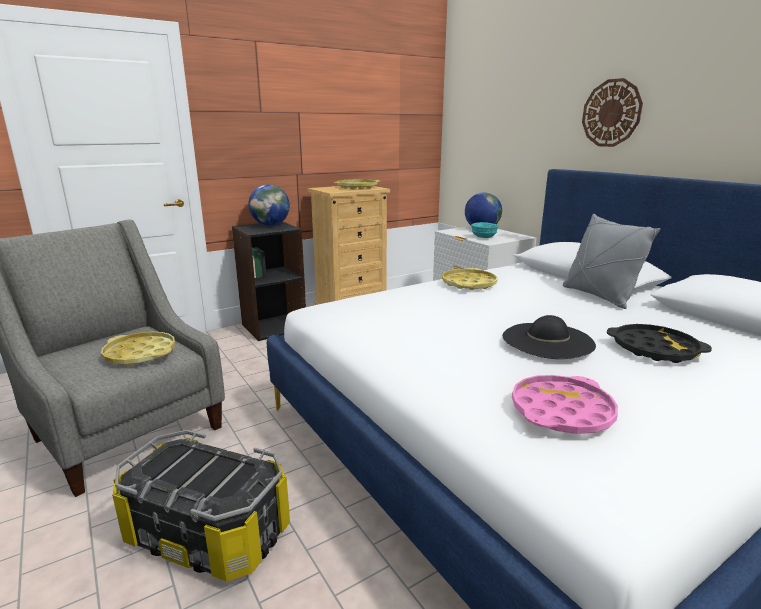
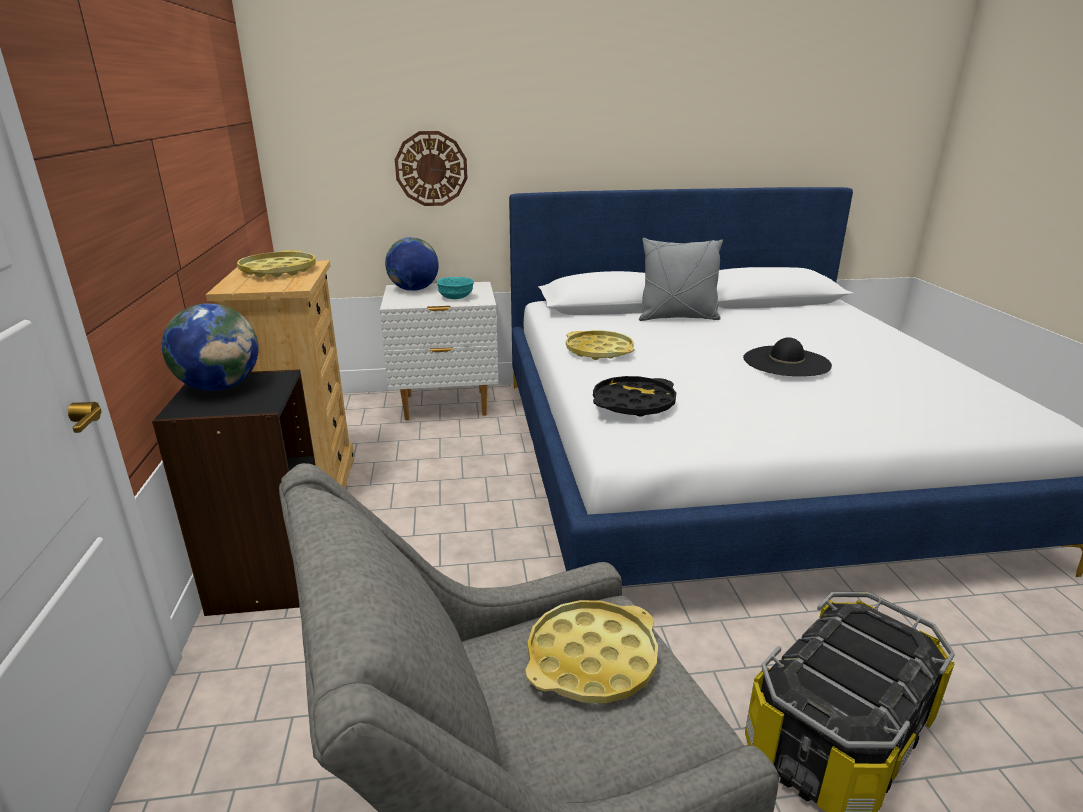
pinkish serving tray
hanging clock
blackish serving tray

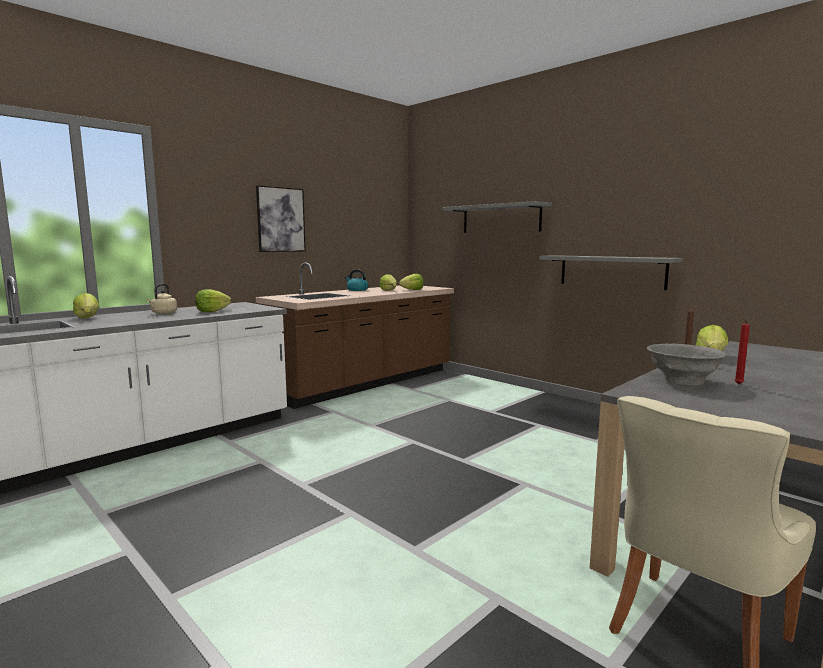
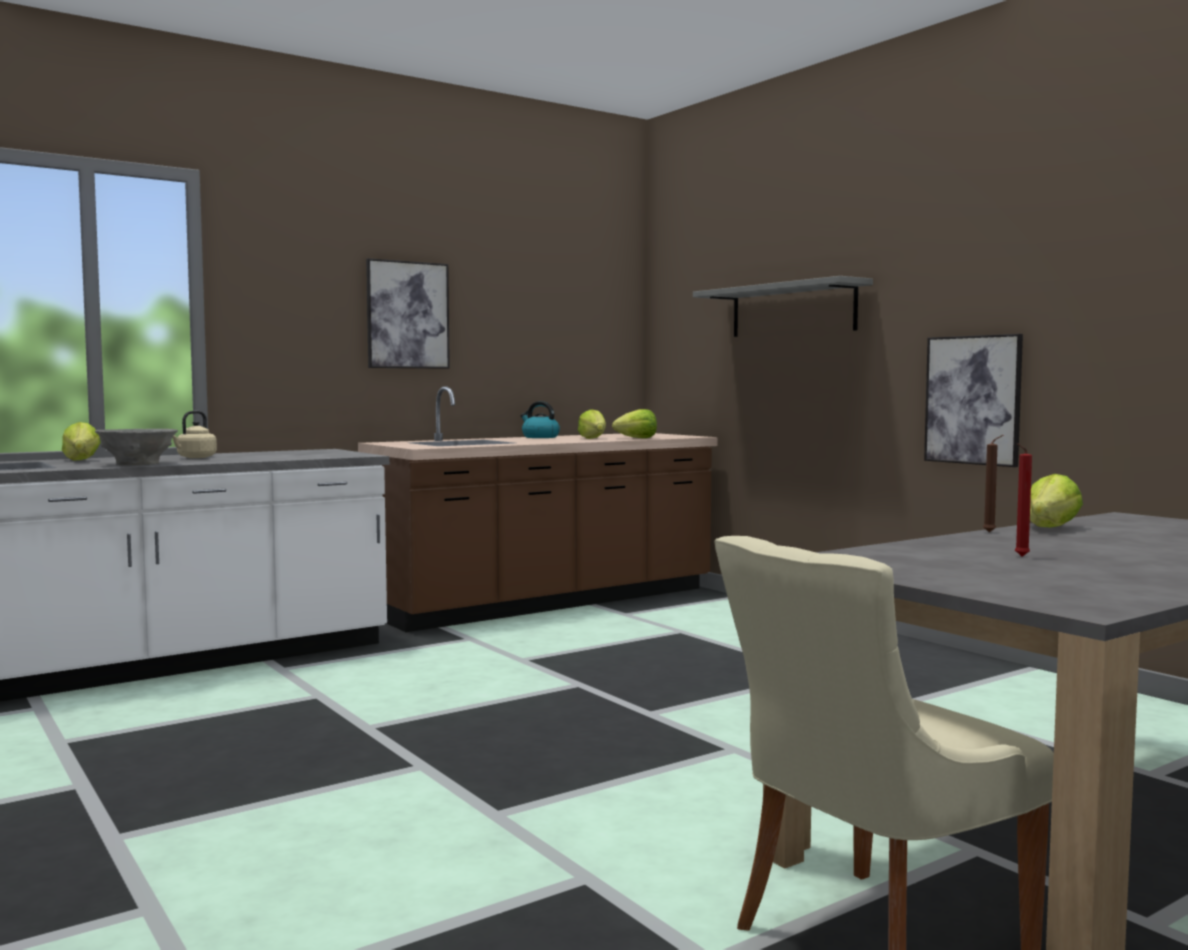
lettuce head (2nd from left in the first image)
picture (2nd from left)
gray bowl

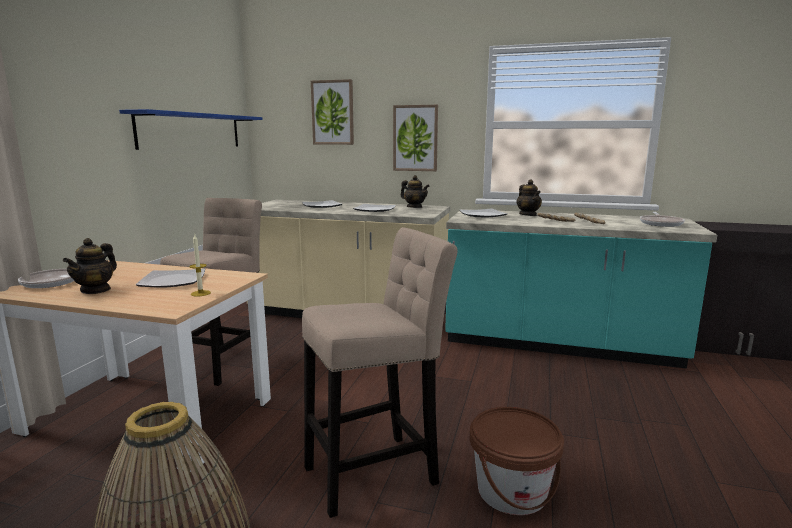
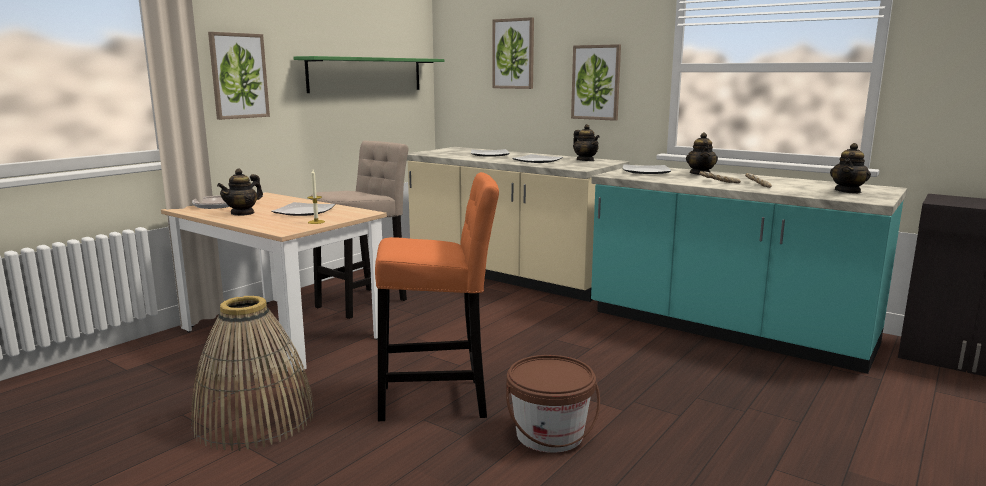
green bracket shelf
orangey stool seat
pot for tea (4th from left)
picture (1st from left)

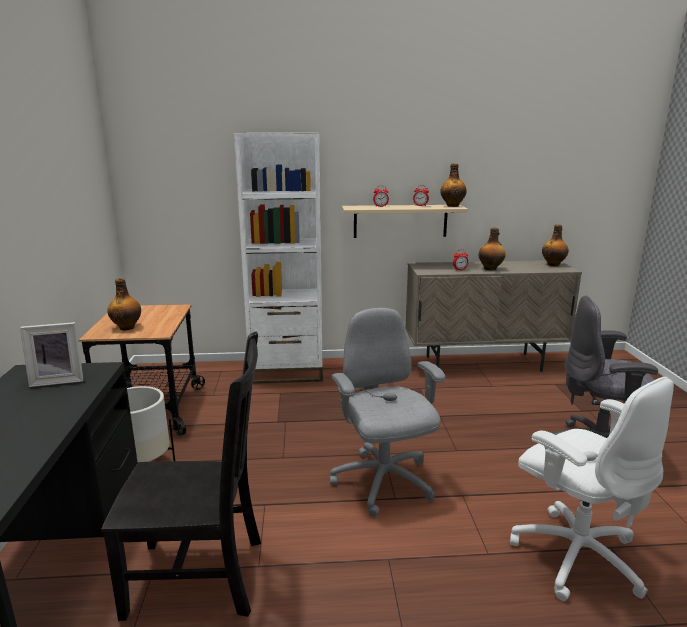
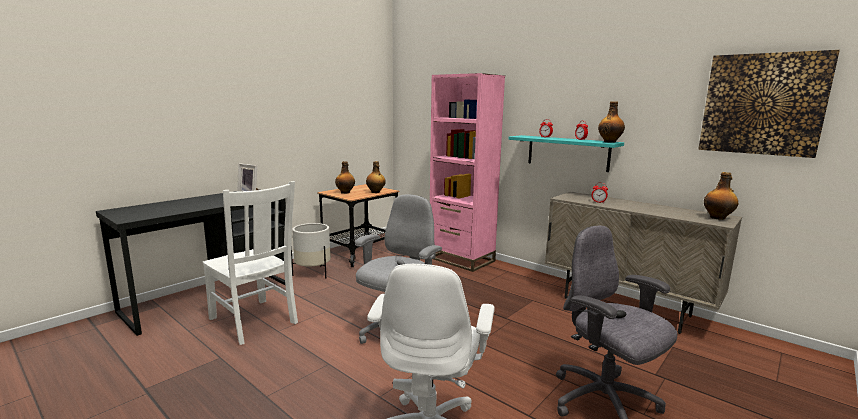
white-coloured upright chair
pinkish bookcase
turquoise-coloured bracket shelf
bottle (2nd from left)
picture

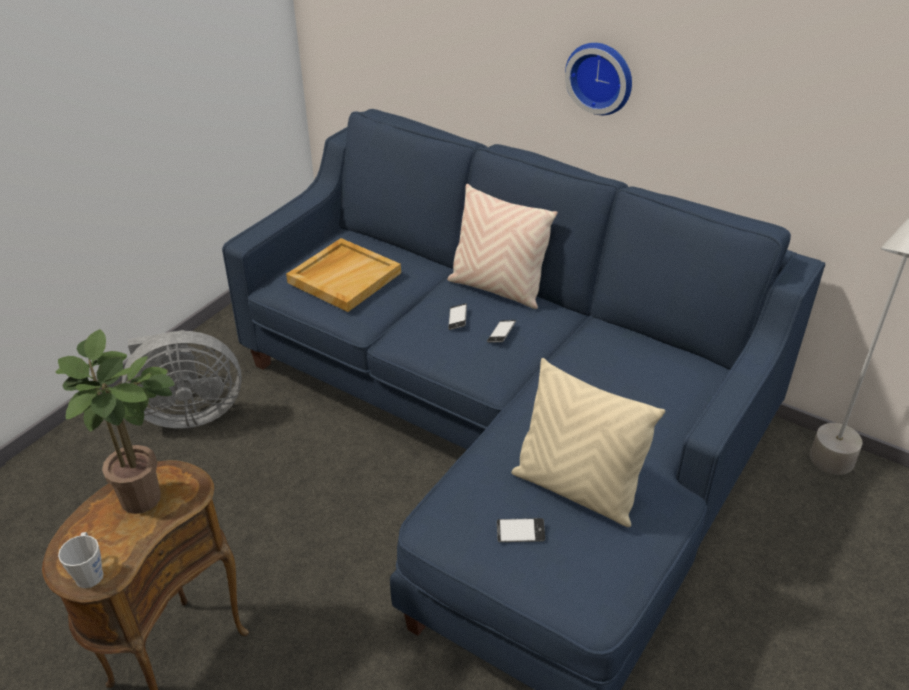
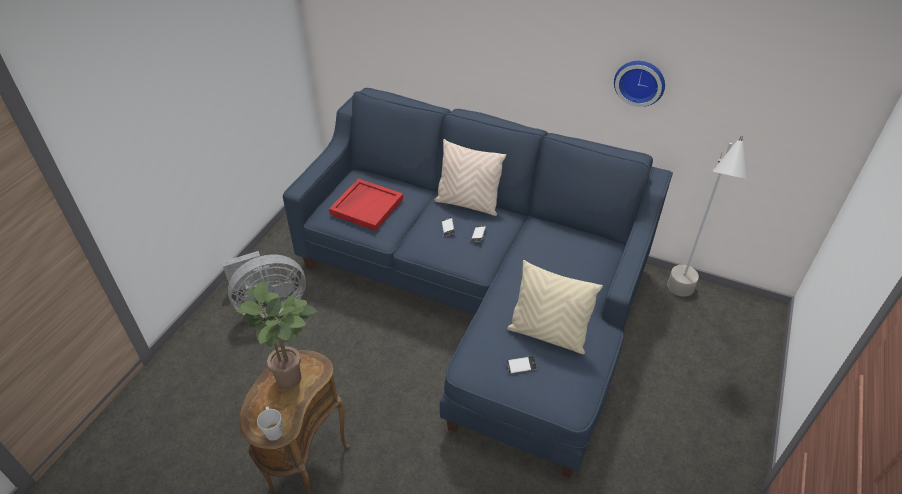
red-coloured serving tray
hanging clock

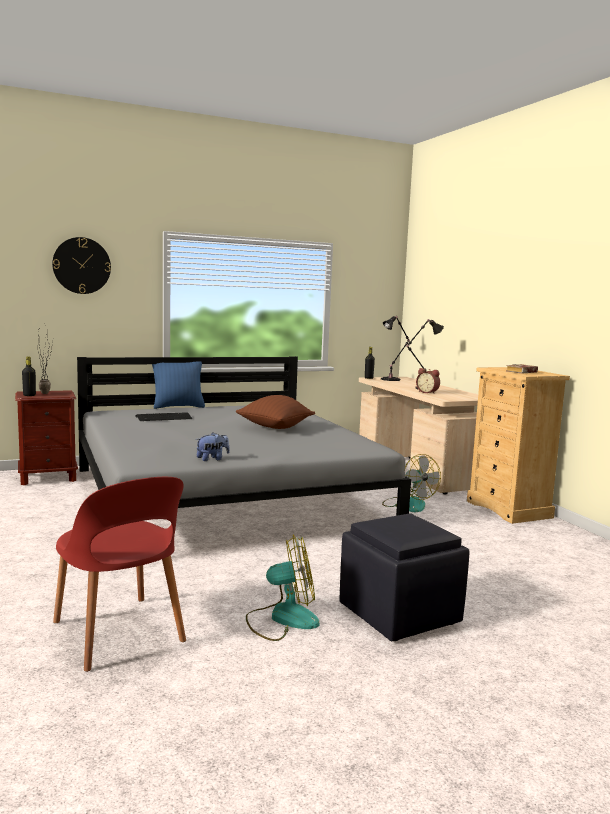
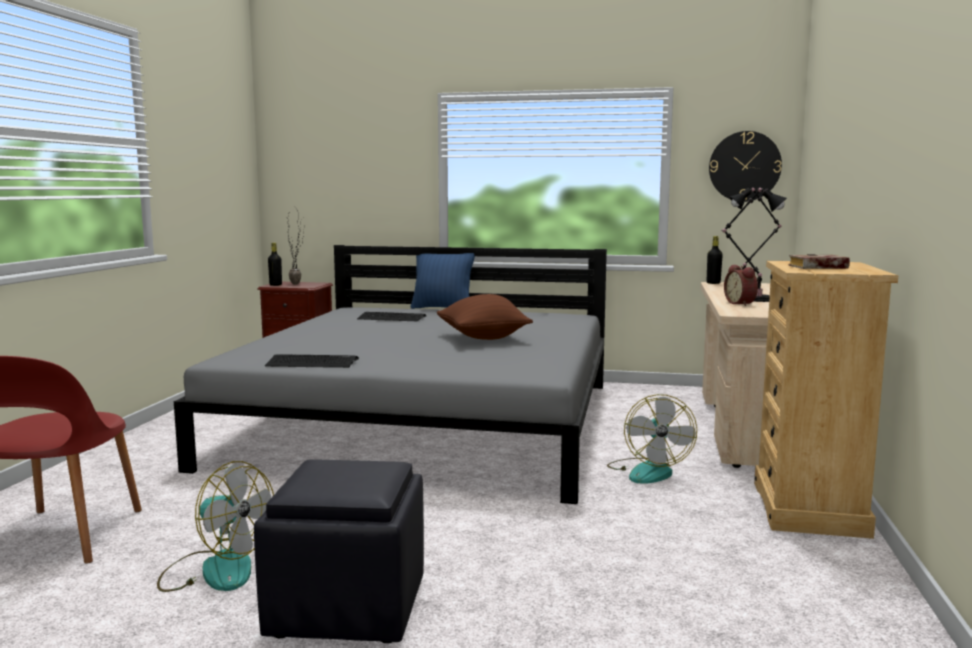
hanging clock
keyboard (1st from left)

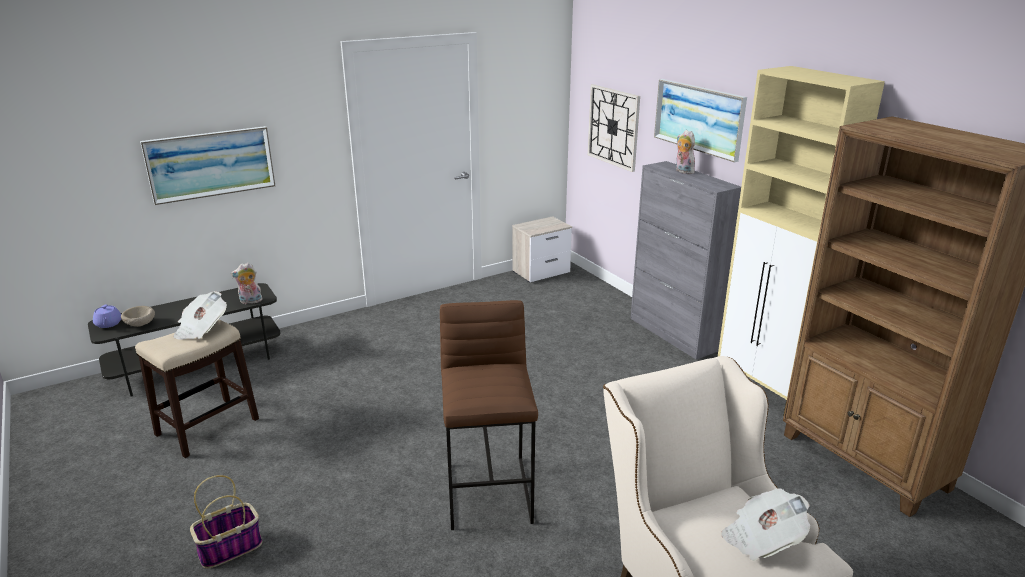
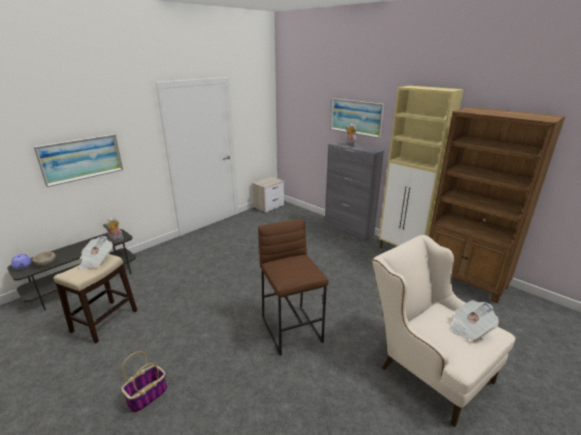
hanging clock

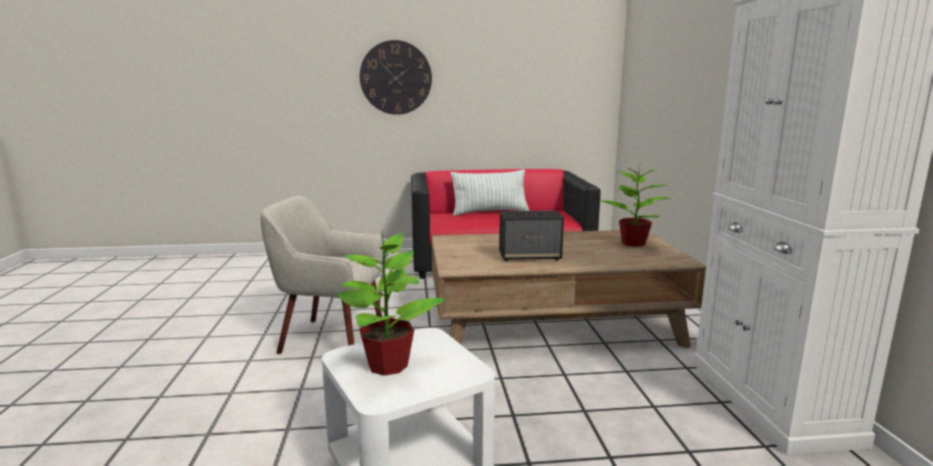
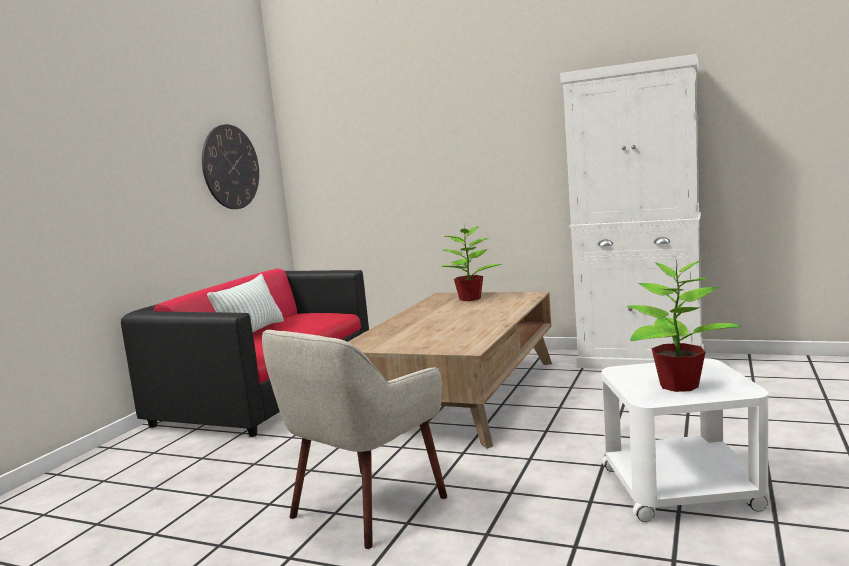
hanging clock
speaker

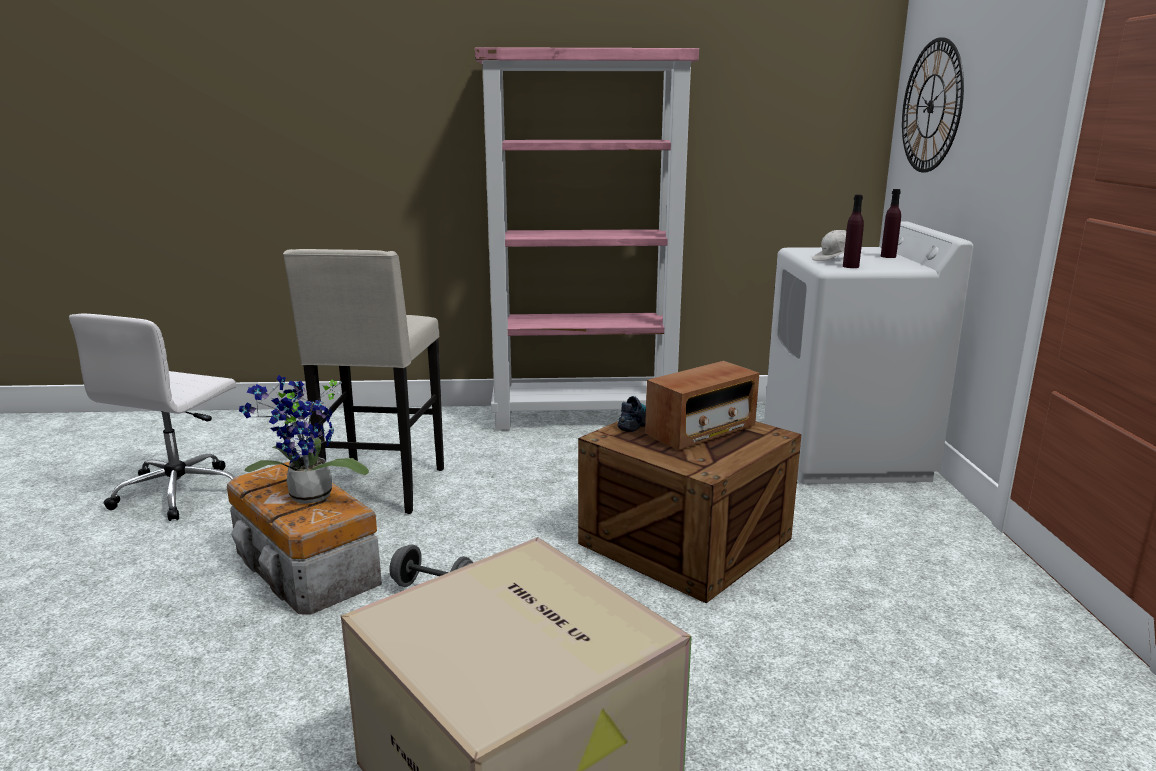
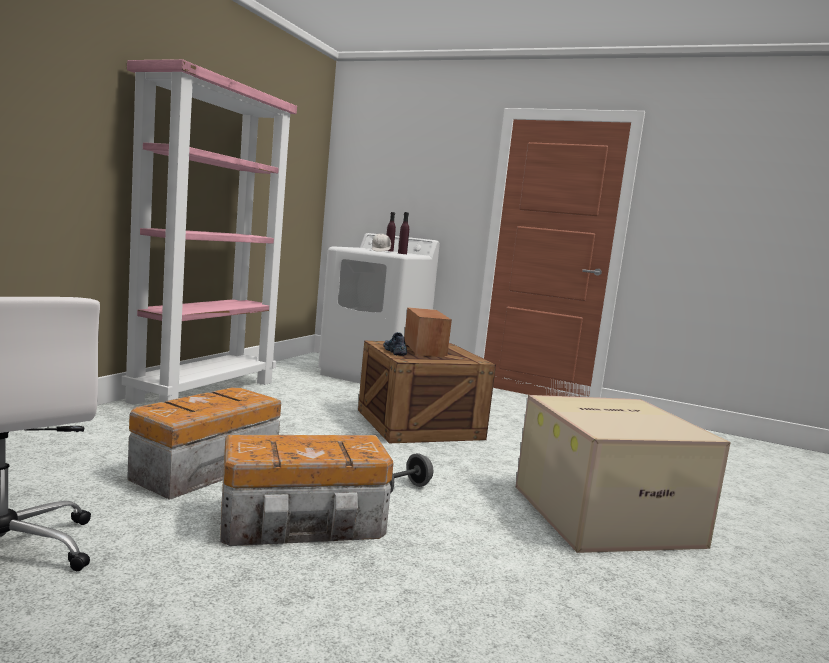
potted plant
storage bin (1st from left)
hanging clock

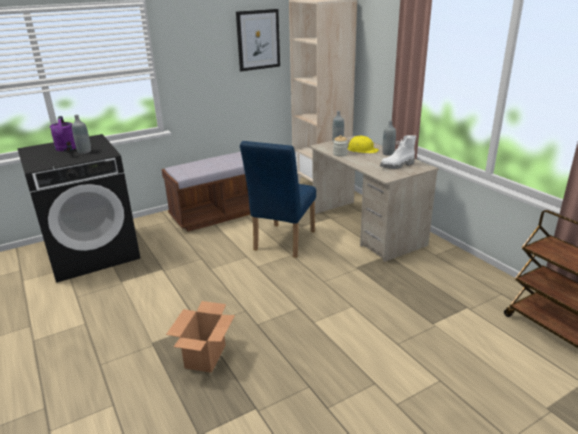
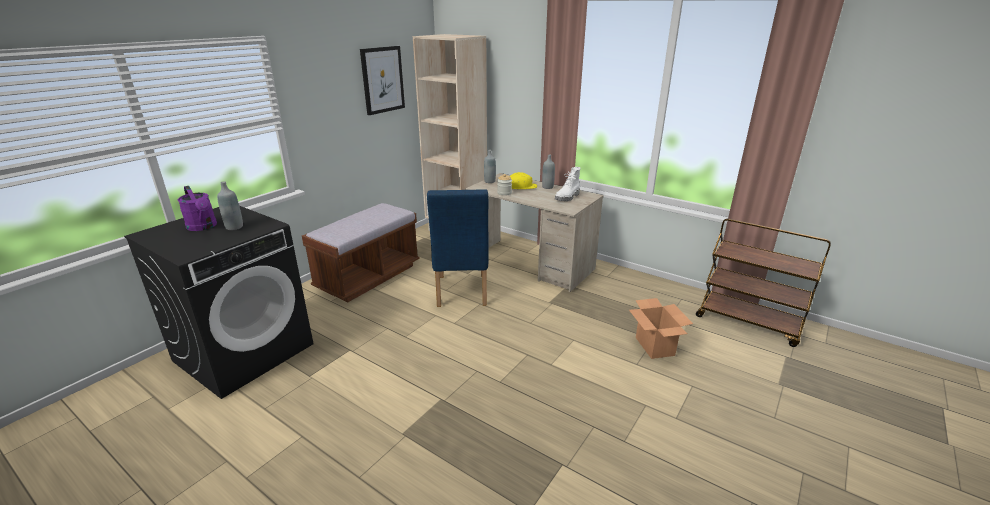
packing box

